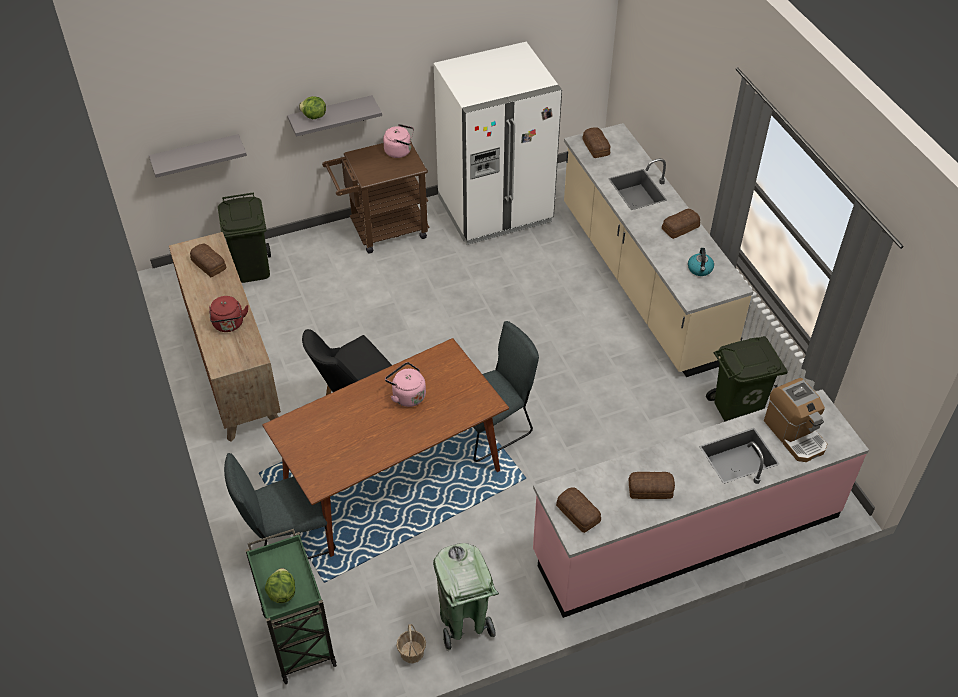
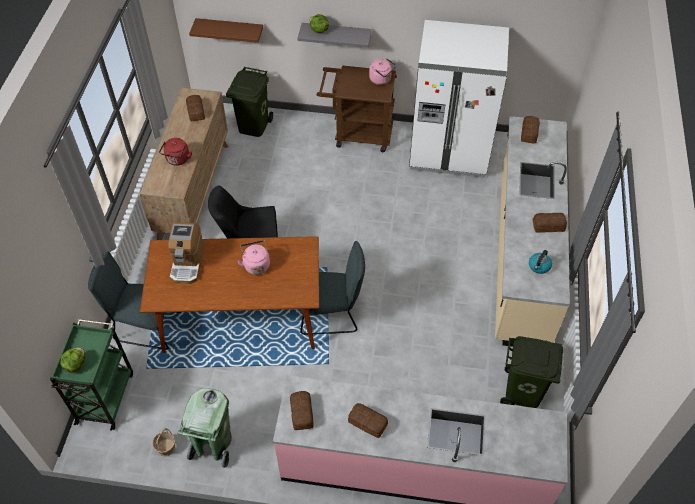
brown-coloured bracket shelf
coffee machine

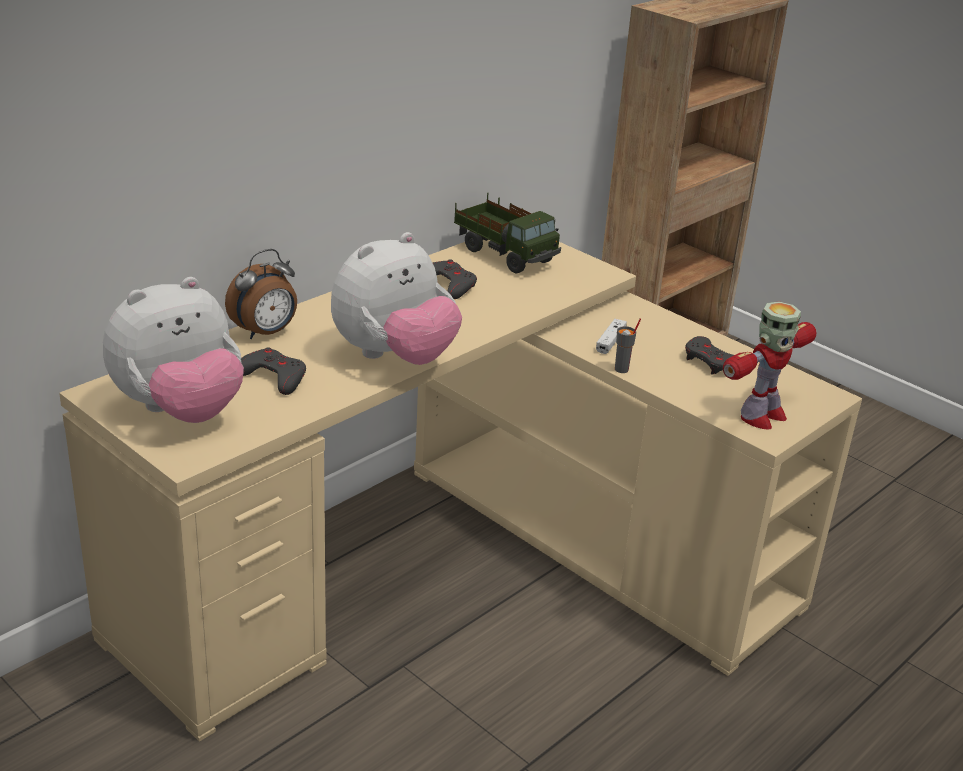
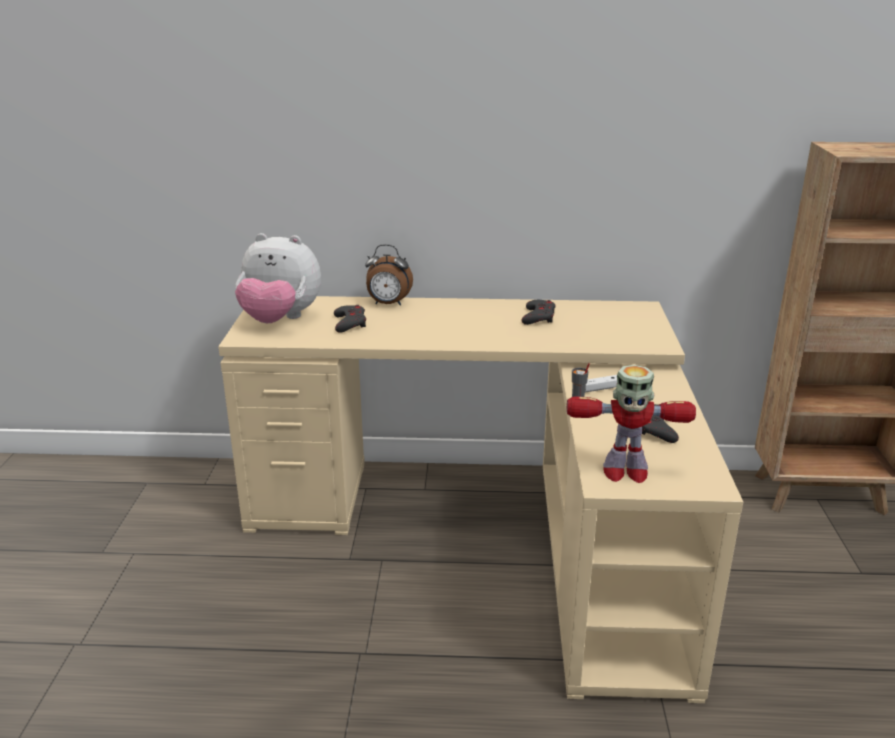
cuddly toy (2nd from left in the first image)
toy truck

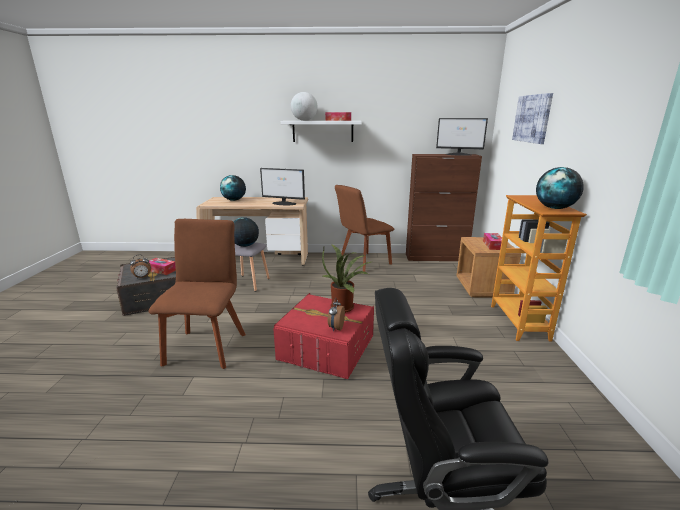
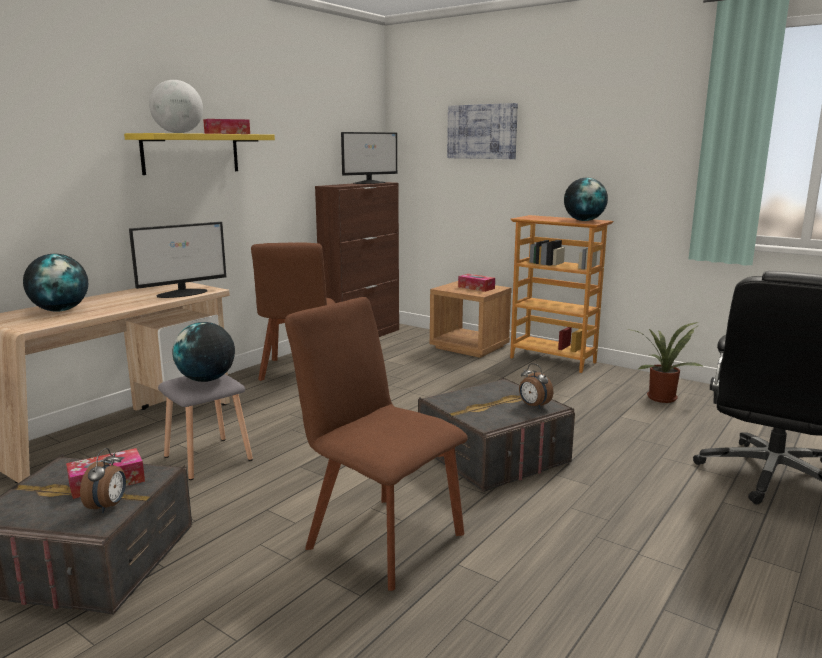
gray storage bin (2nd from left)
yellow-coloured bracket shelf
potted plant

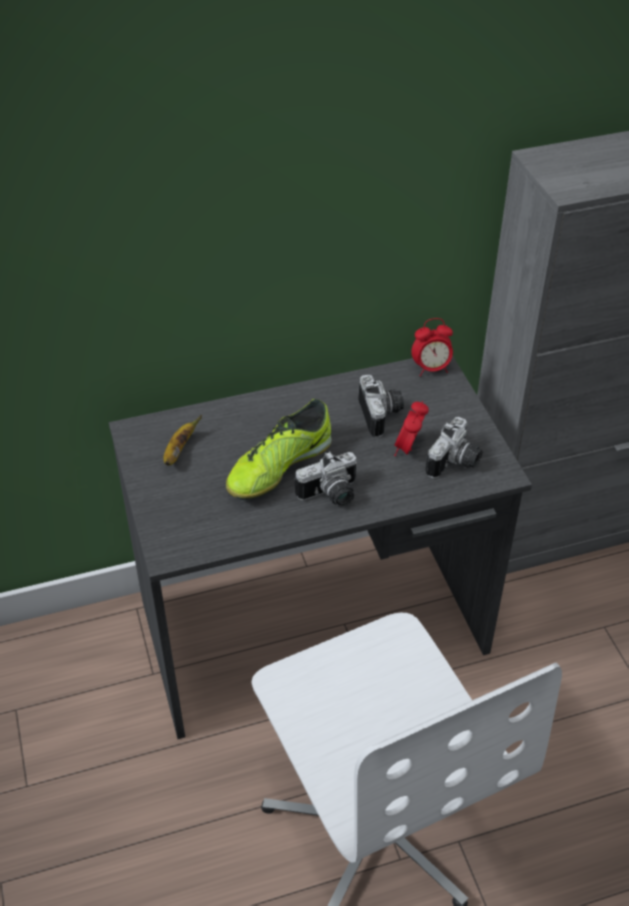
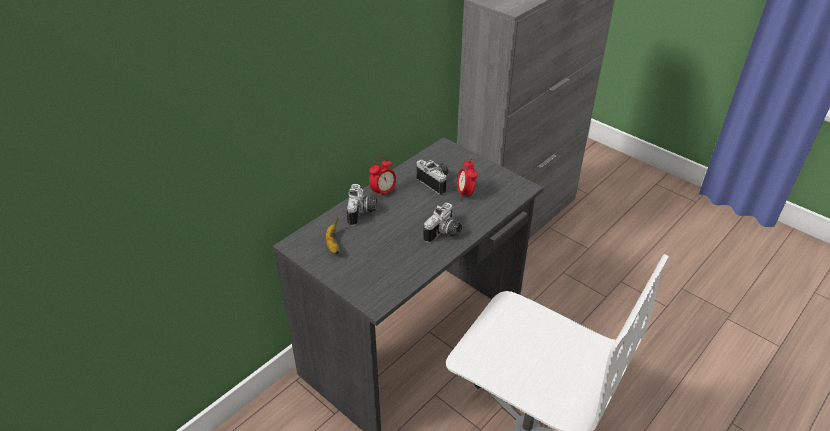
item of footwear
bedside clock (1st from left)
photo camera (1st from left)

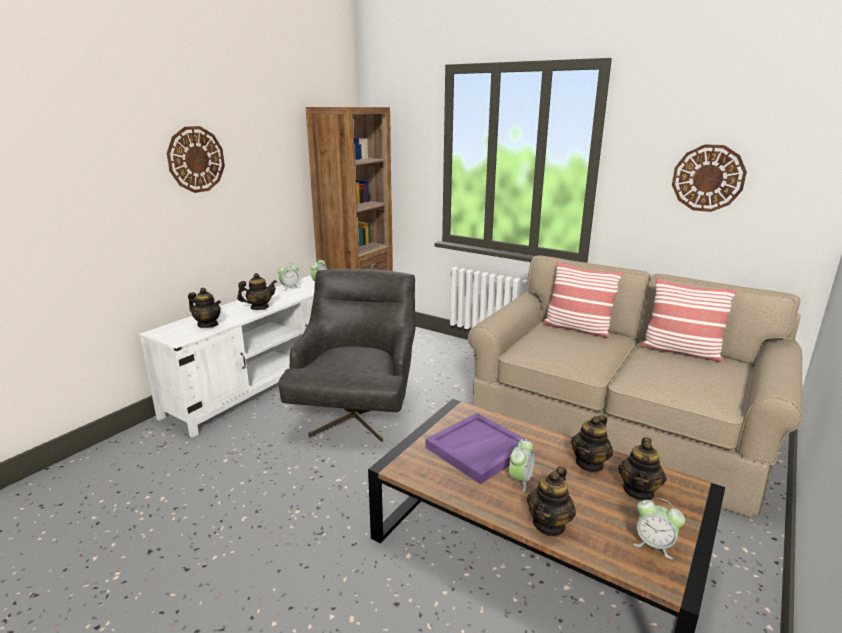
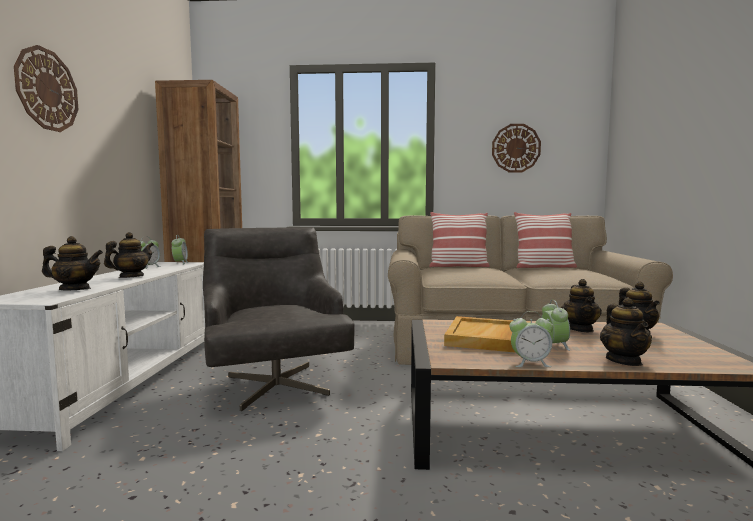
beige serving tray
bedside clock (3rd from left)

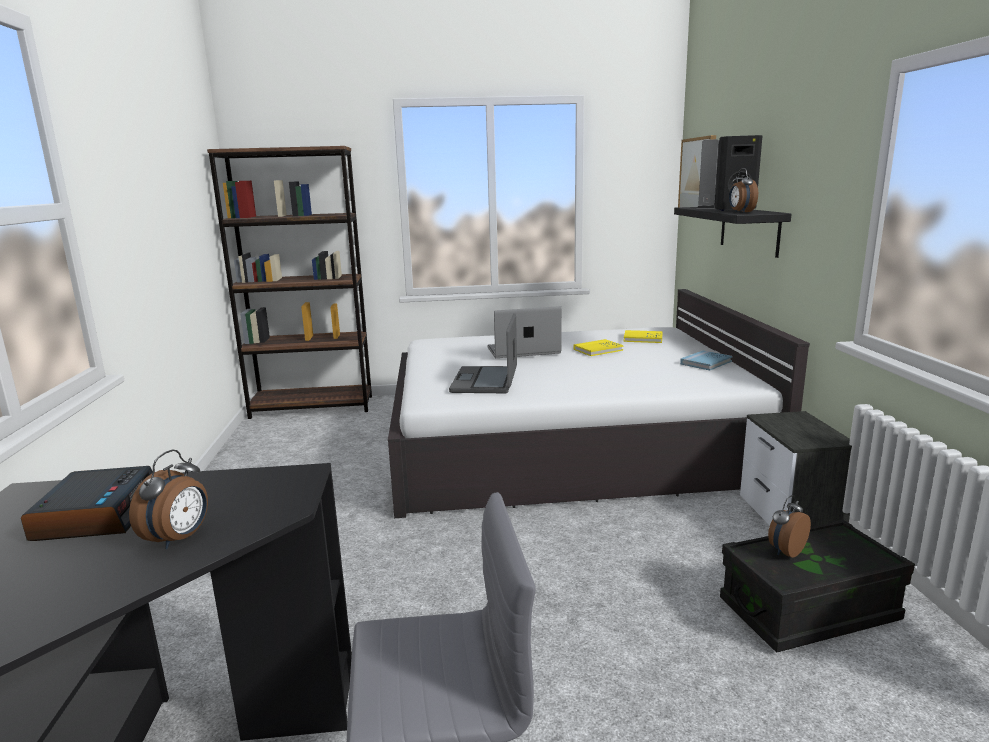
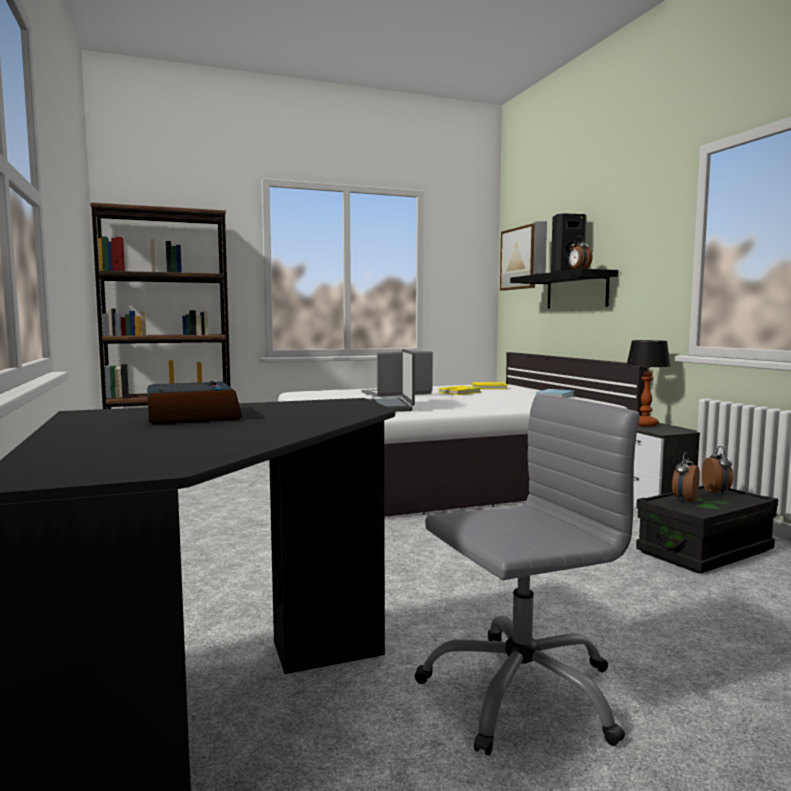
bedside clock (4th from left)
table lamp

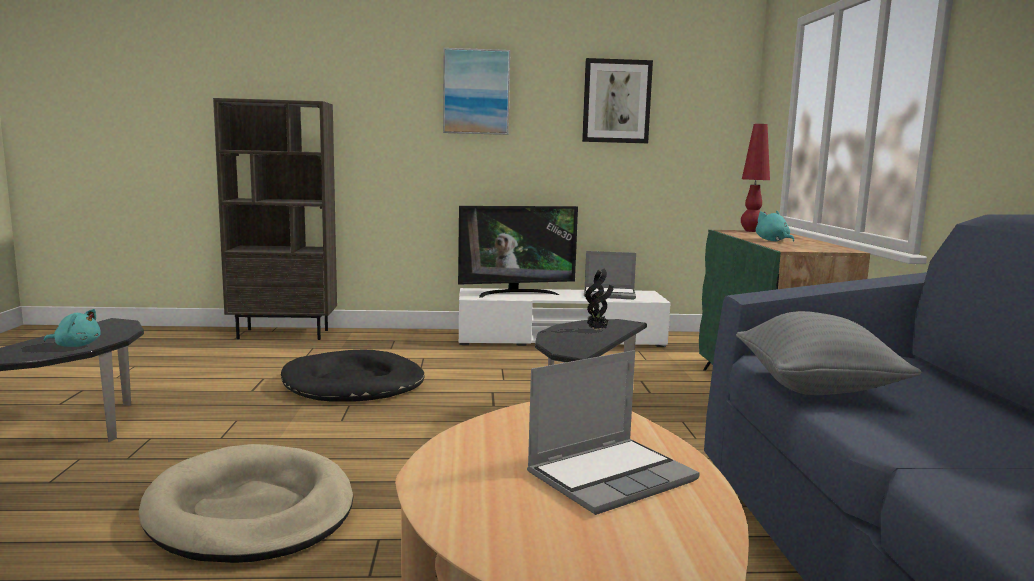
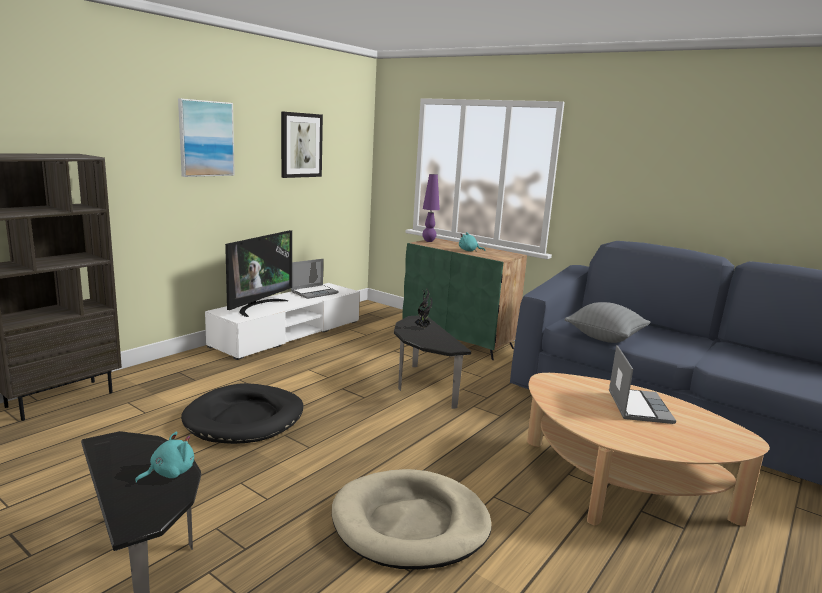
purplish table lamp

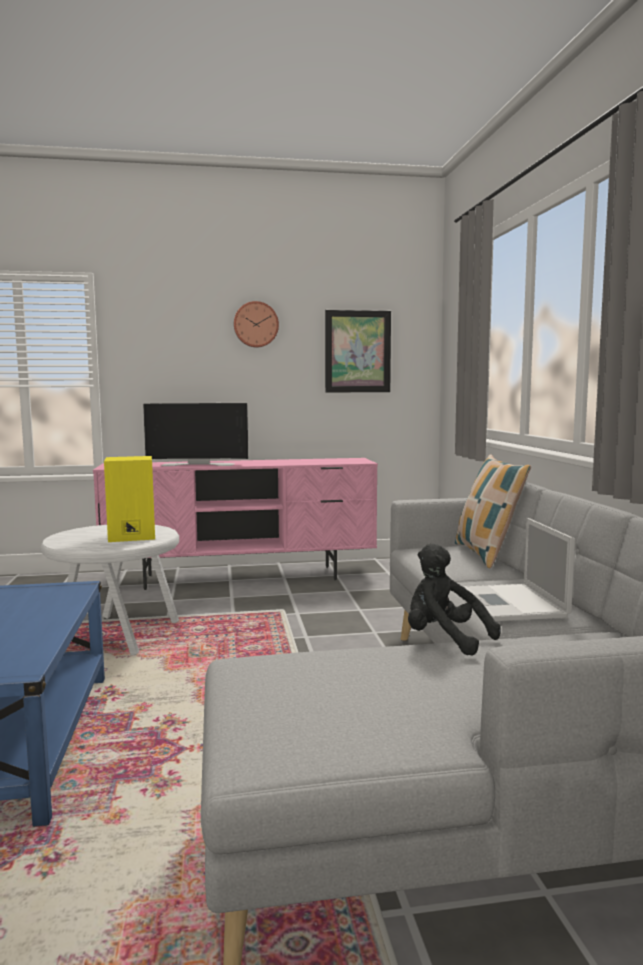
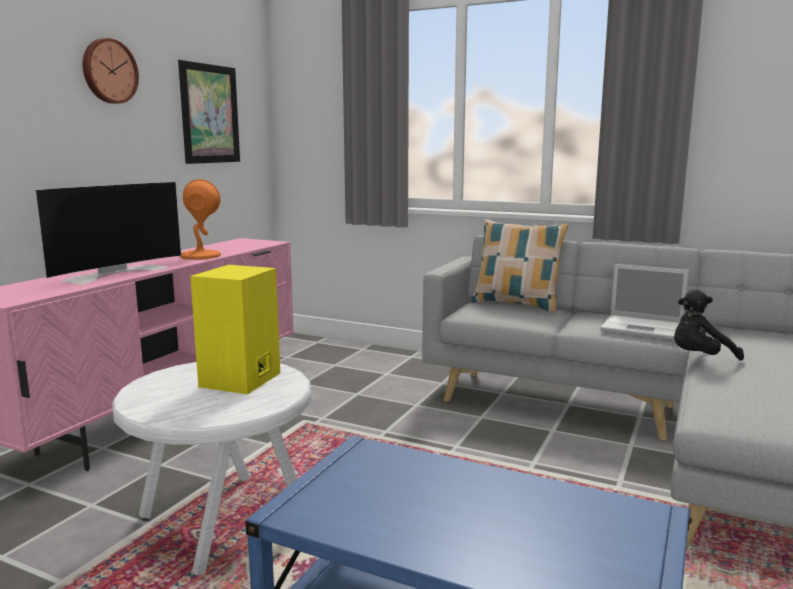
orangey table lamp

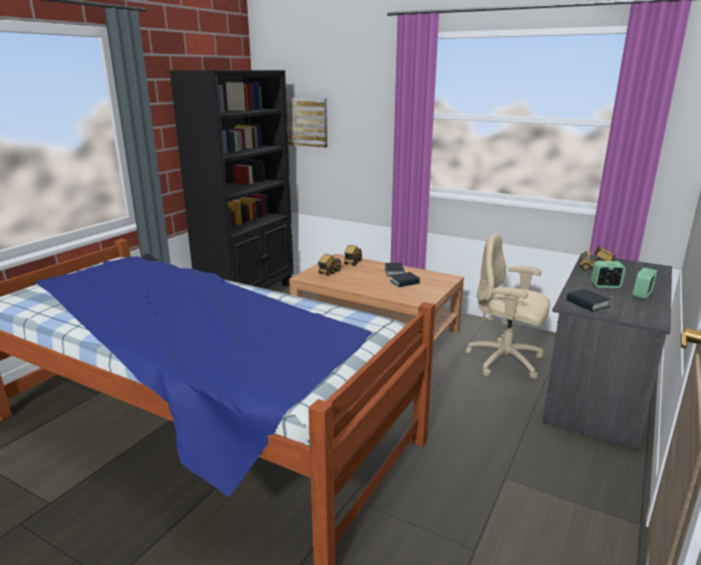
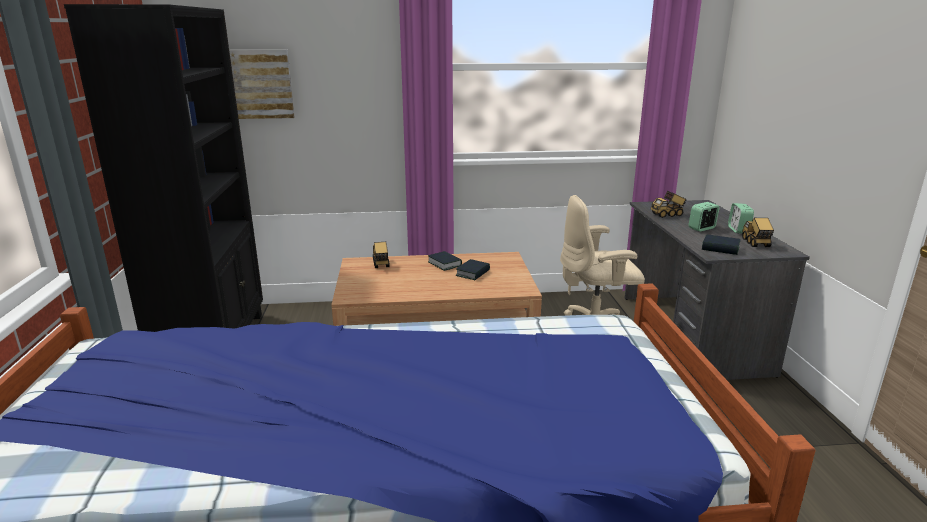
toy truck (3rd from left)

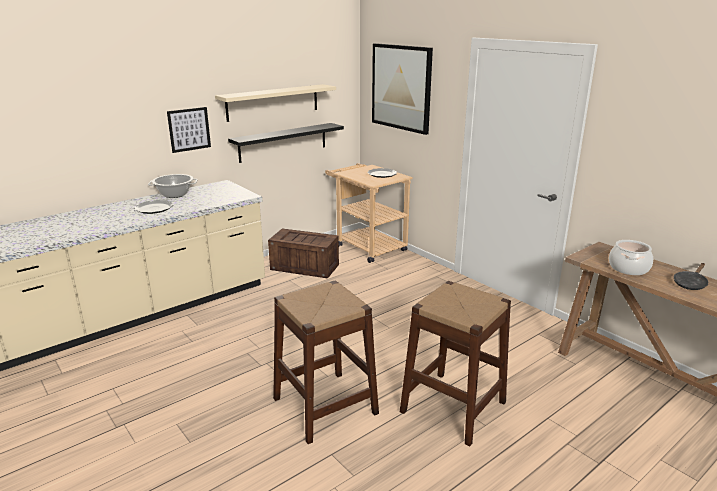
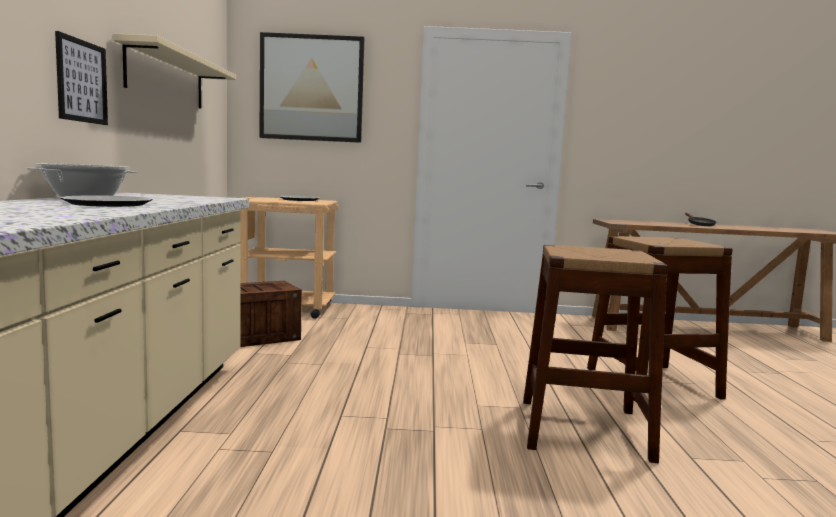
blackish bracket shelf
saucepot (2nd from left in the first image)

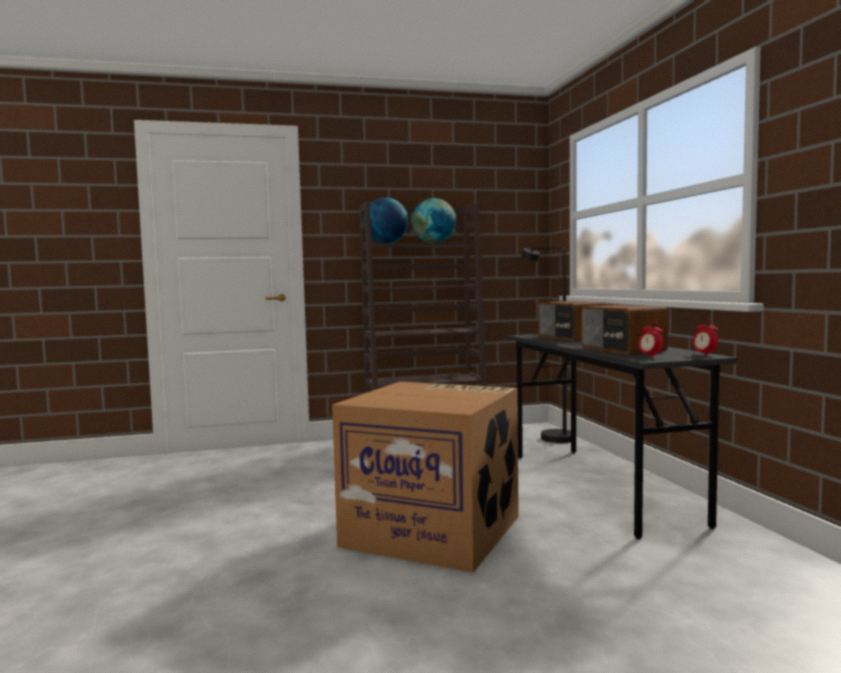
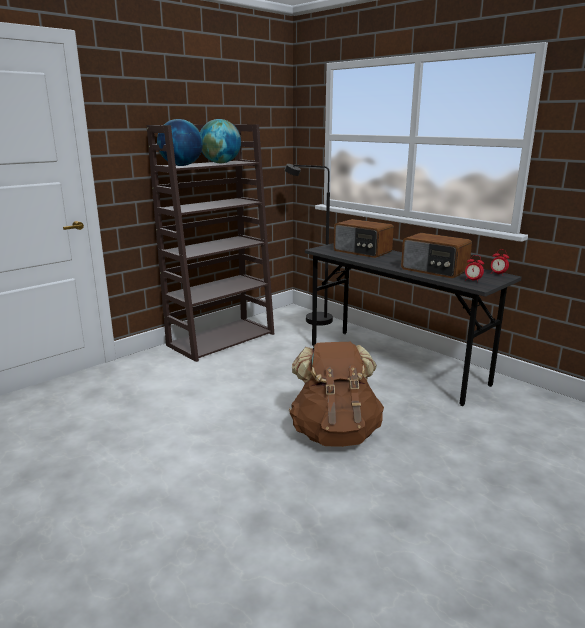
brown-coloured backpack

